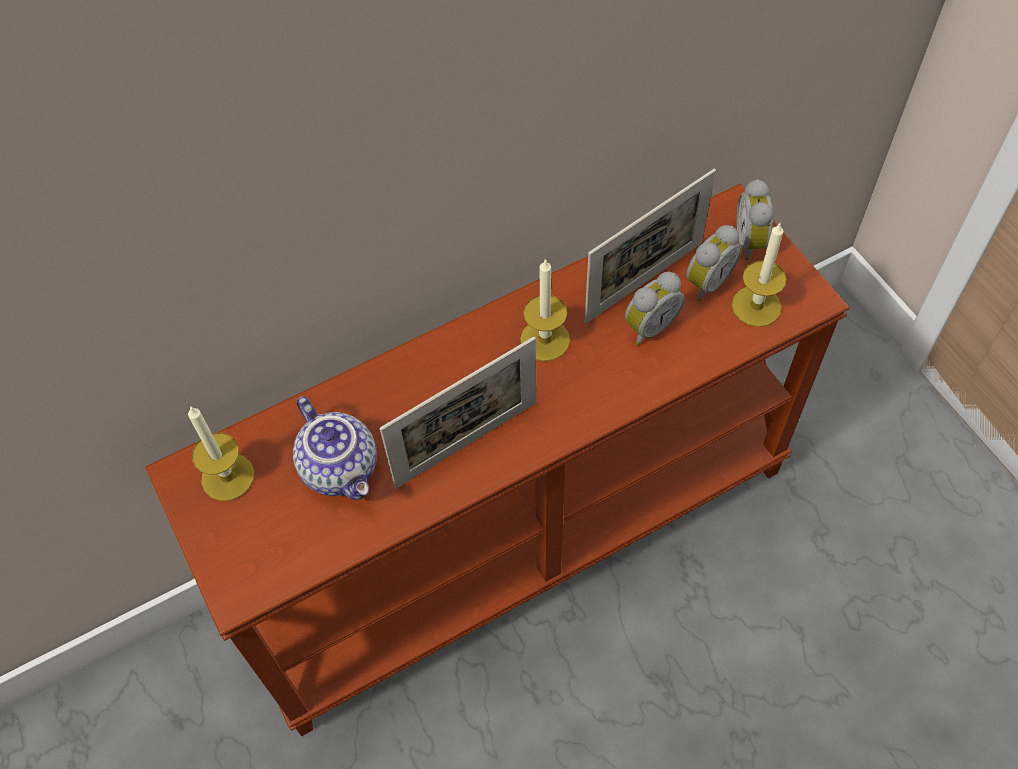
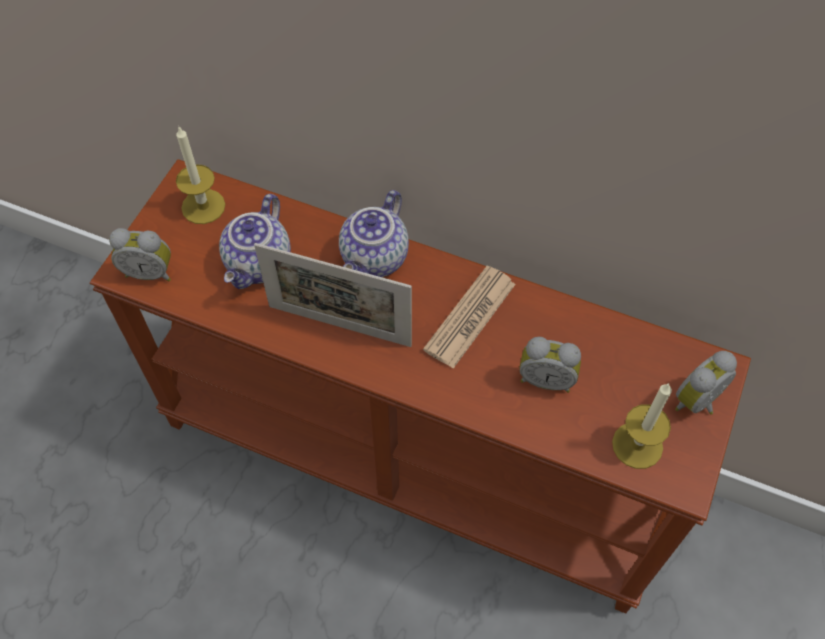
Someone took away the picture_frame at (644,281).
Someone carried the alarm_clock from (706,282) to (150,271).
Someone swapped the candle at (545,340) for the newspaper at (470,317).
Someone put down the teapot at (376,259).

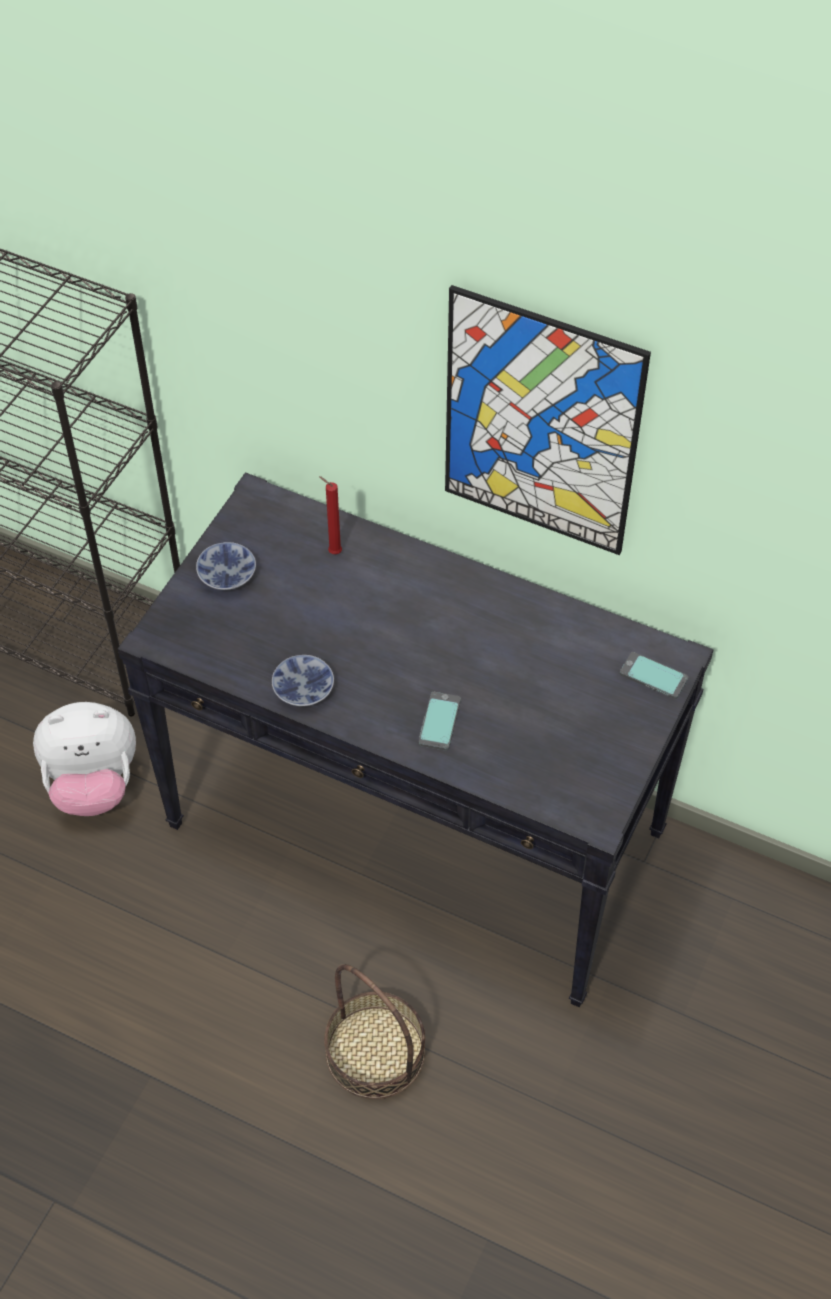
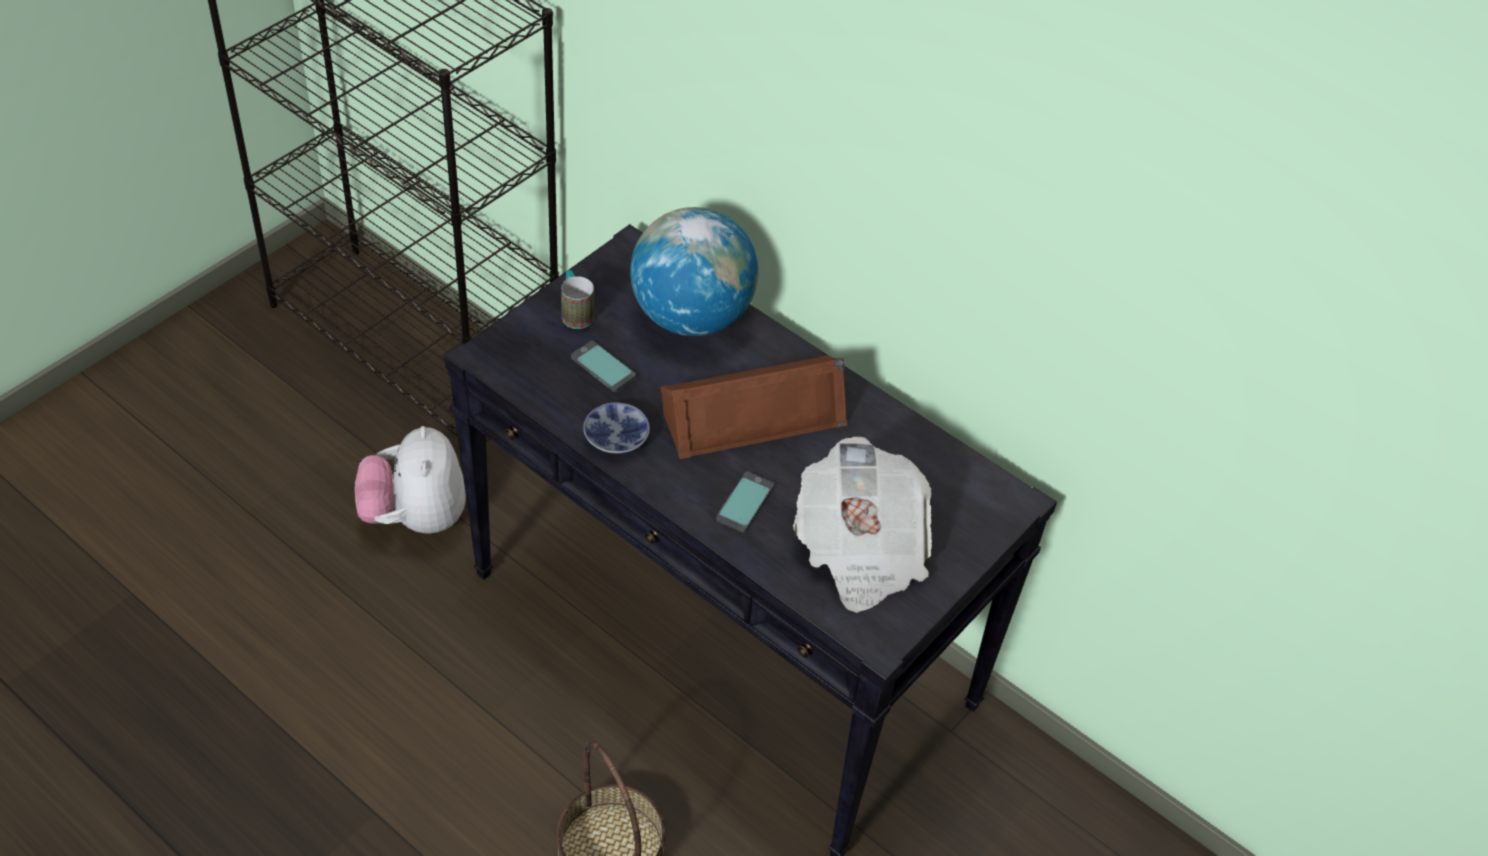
Someone took away the picture at (540,425).
Someone swapped the red_candle at (333,552) for the globe at (691,317).
Someone swapped the bowl at (224,574) for the mug at (575,312).
Someone carried the phone from (653,676) to (603,367).
Someone rotated the plush_toy at (93,785) by 75 degrees clockwise.
Someone put down the brown_speaker at (752,413).
Someone put down the newspaper at (860,550).

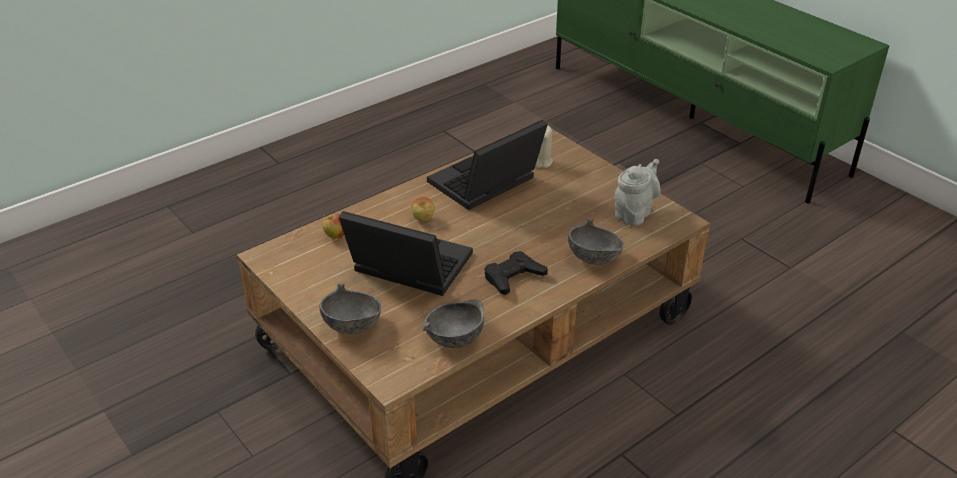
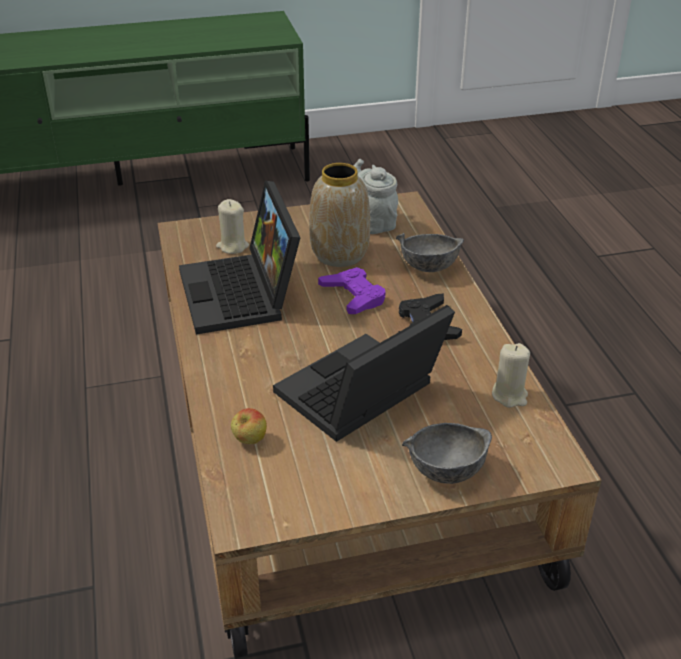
Someone took away the apple at (423,220).
Someone swapped the grey_bowl at (454,339) for the beige_candle at (509,395).
Someone put down the vase at (338,254).
Someone put down the purple_game_controller at (353,296).

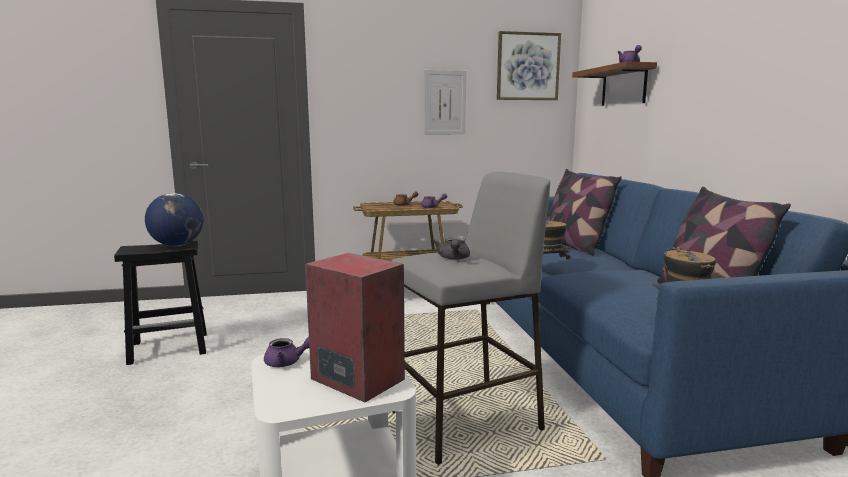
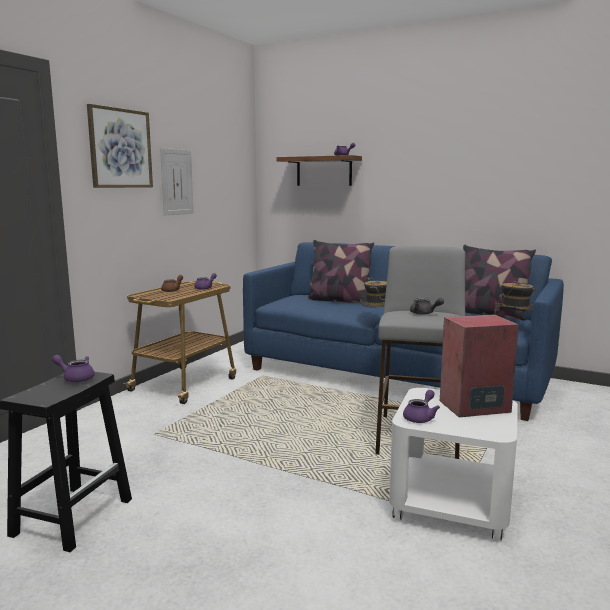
Someone carried the picture from (528,66) to (120,148).
Someone swapped the globe at (177,245) for the purple_teapot at (76,378).

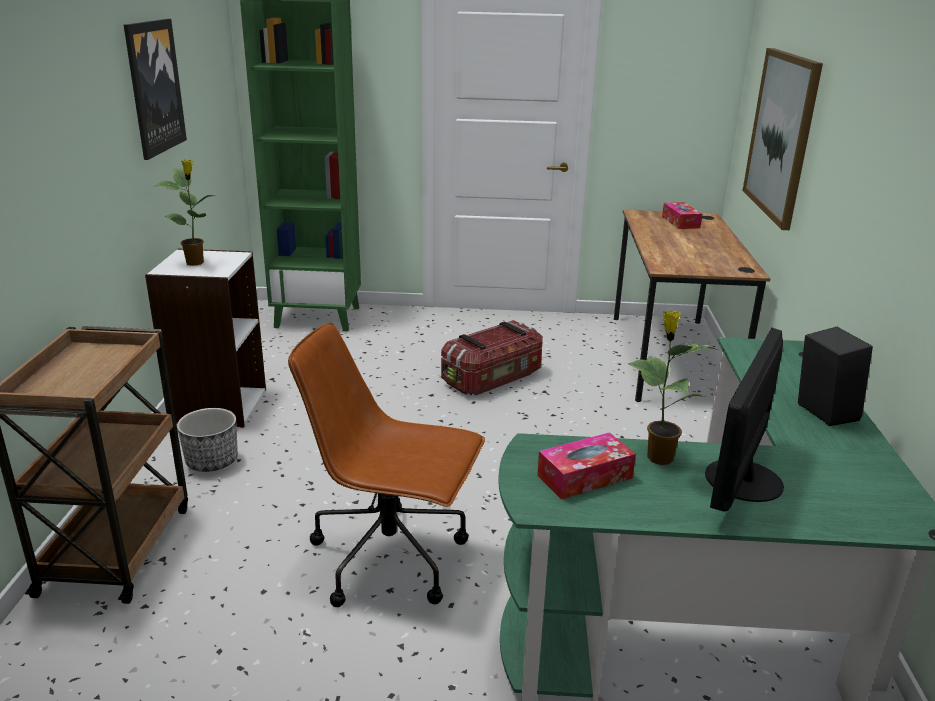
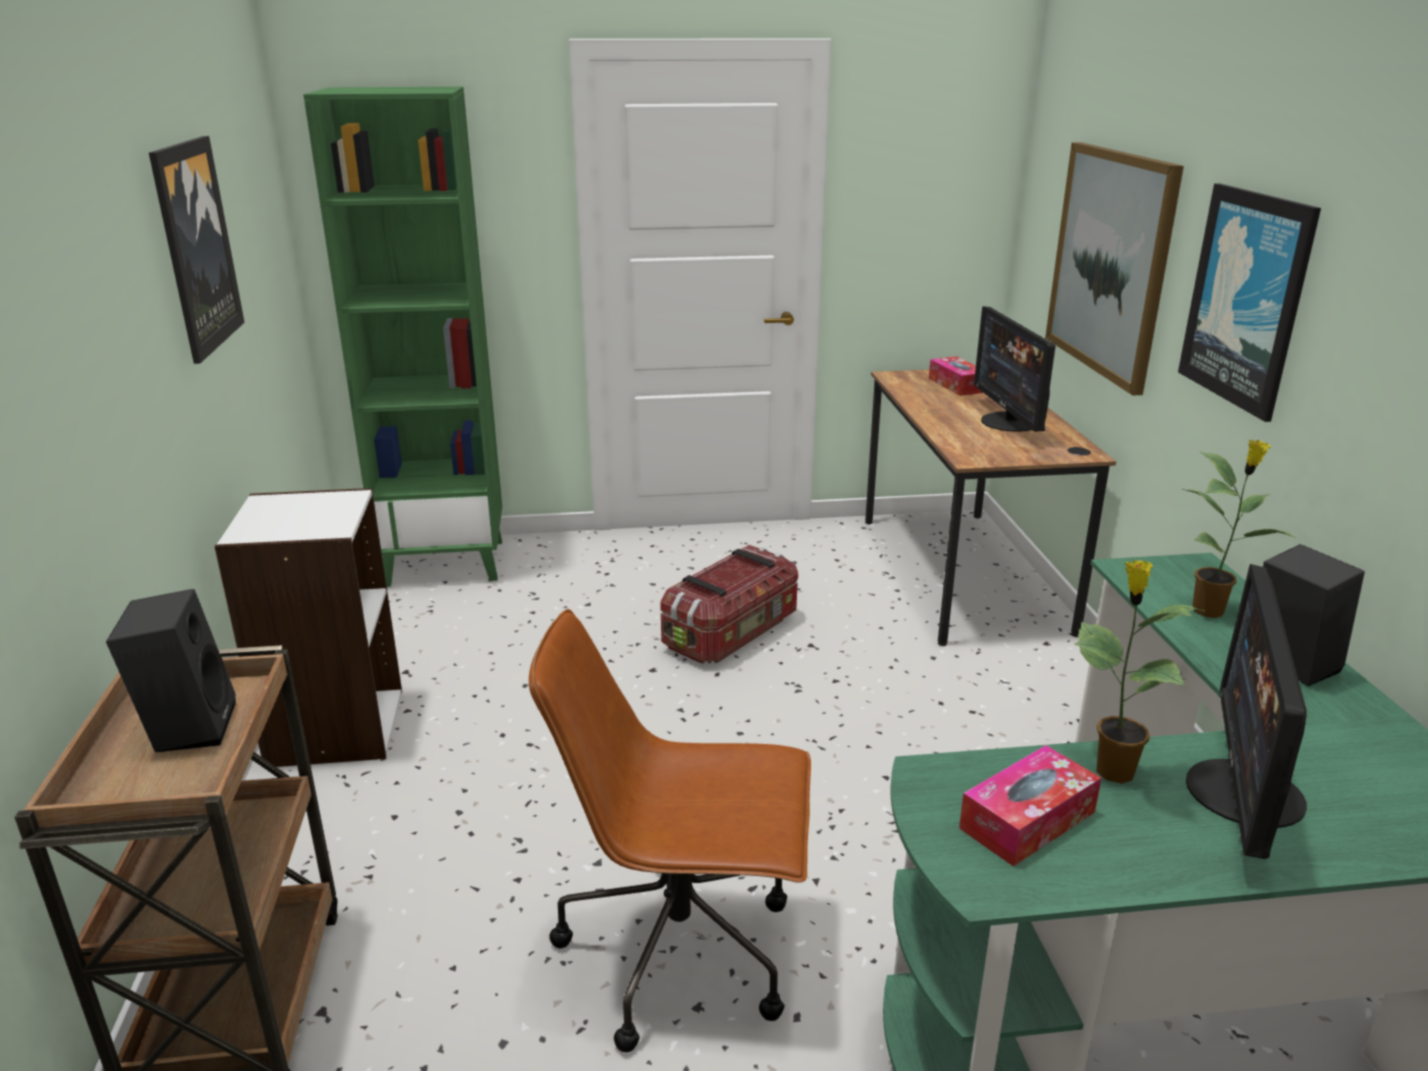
Someone carried the potted_plant from (196,263) to (1210,610).
Someone took away the planter at (212,461).
Someone put up the picture at (1247,298).
Someone put down the monitor at (1009,422).
Someone put down the black_speaker at (187,727).

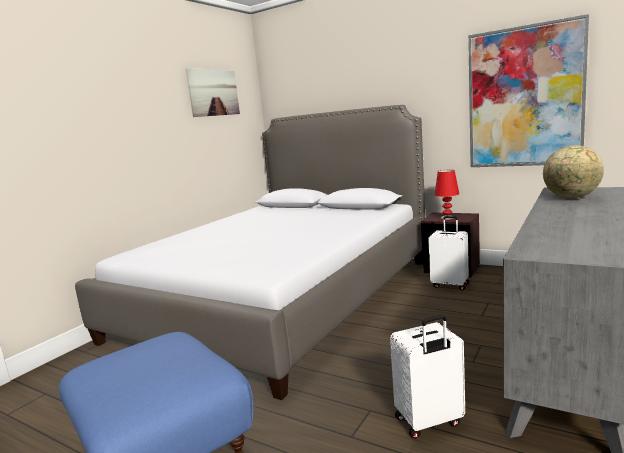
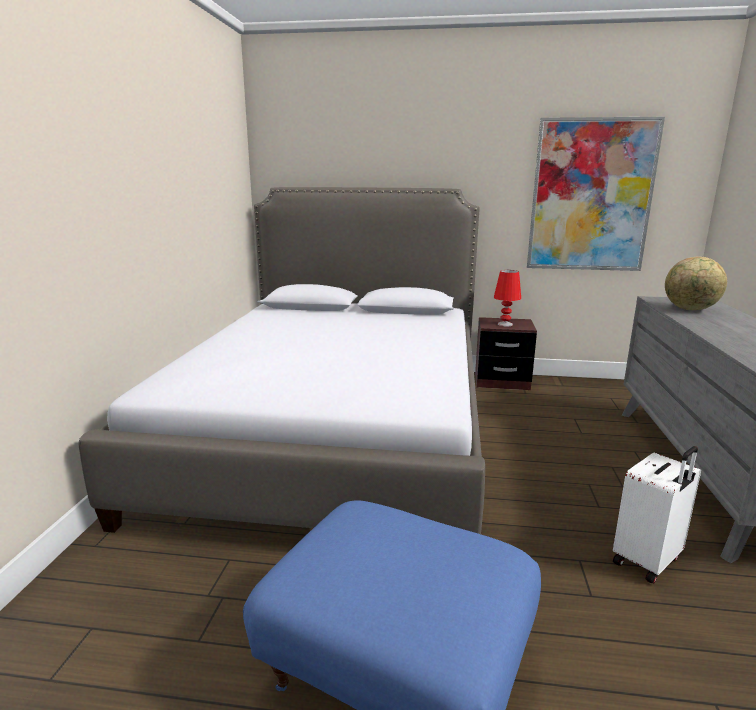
Someone took away the picture at (213,92).
Someone took away the white_suitcase at (450,285).

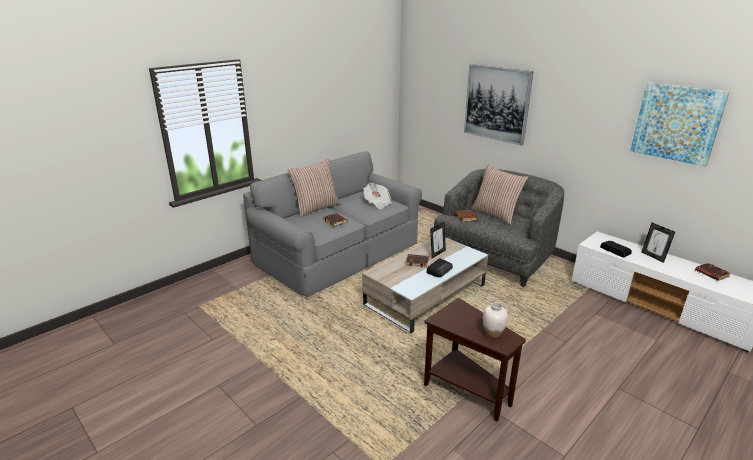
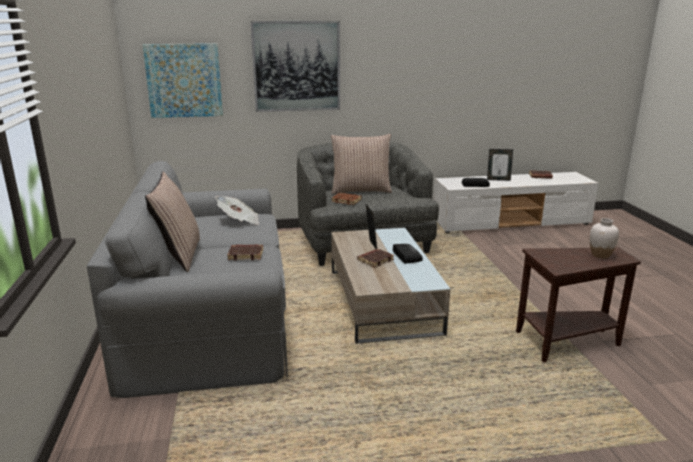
Someone carried the picture from (676,123) to (184,80).

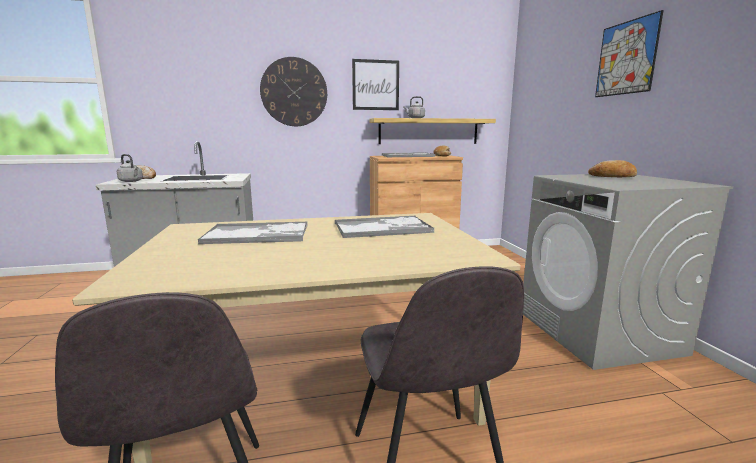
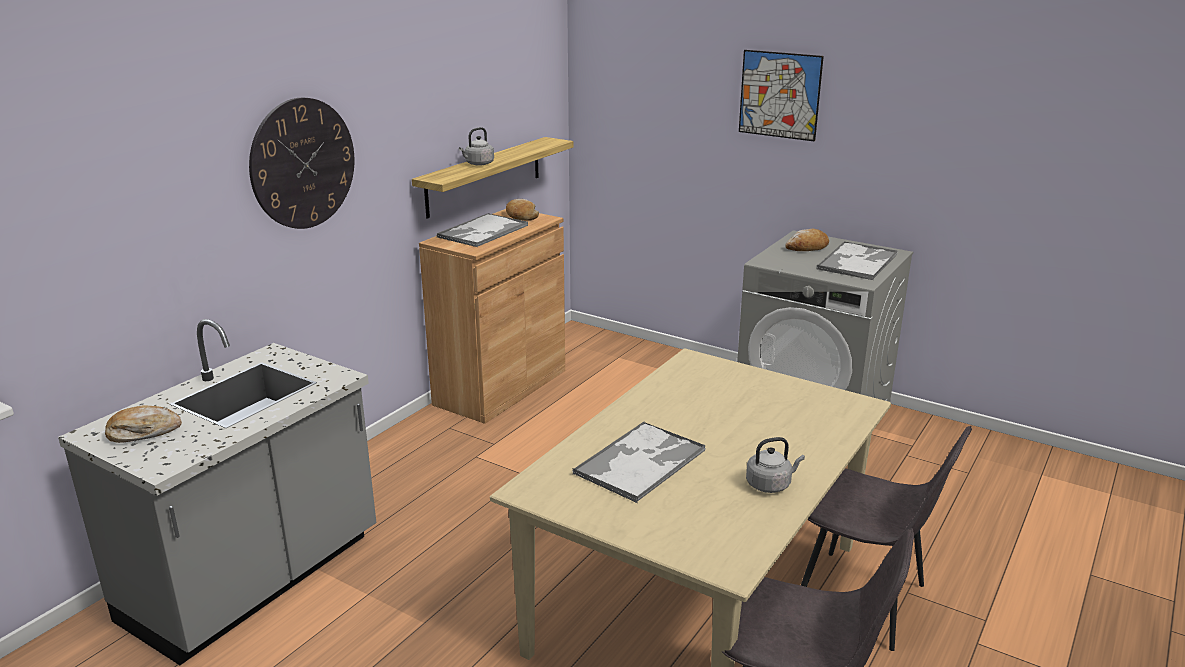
Someone took away the picture at (375,85).
Someone carried the grey_kettle from (131,181) to (770,484).
Someone carried the tray from (383,228) to (857,261).

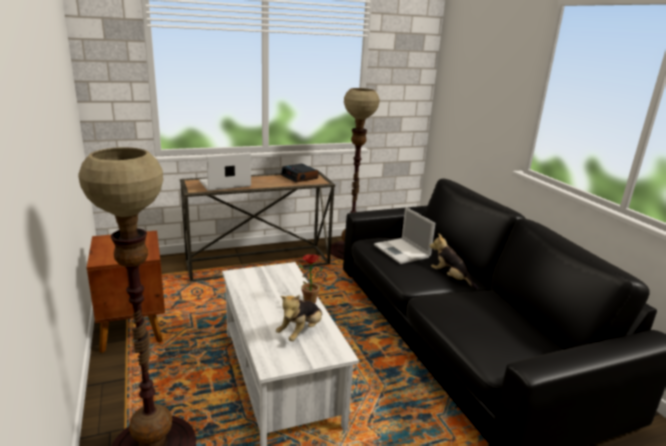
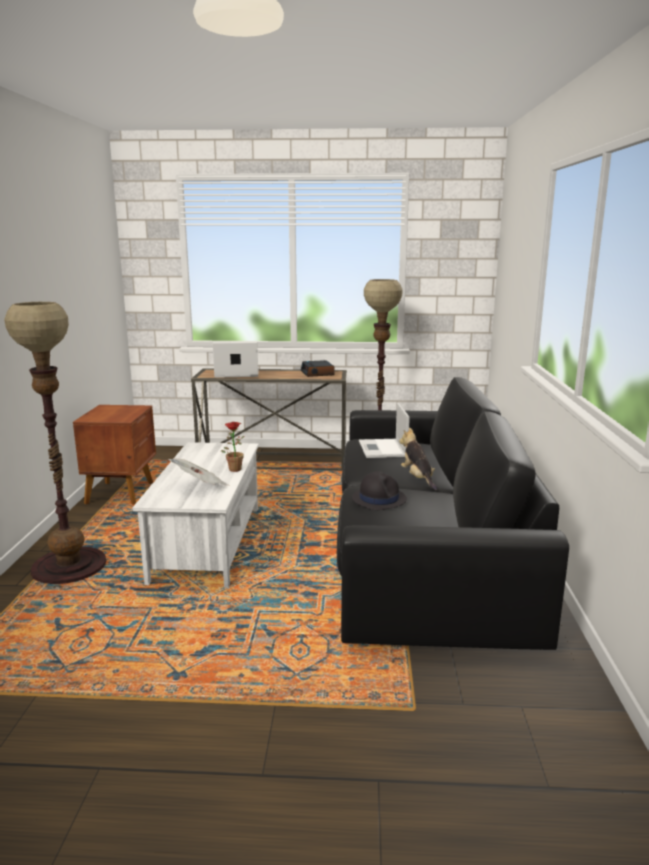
Someone swapped the plush_toy at (301,332) for the newspaper at (200,486).
Someone put down the black_hat at (379,499).

